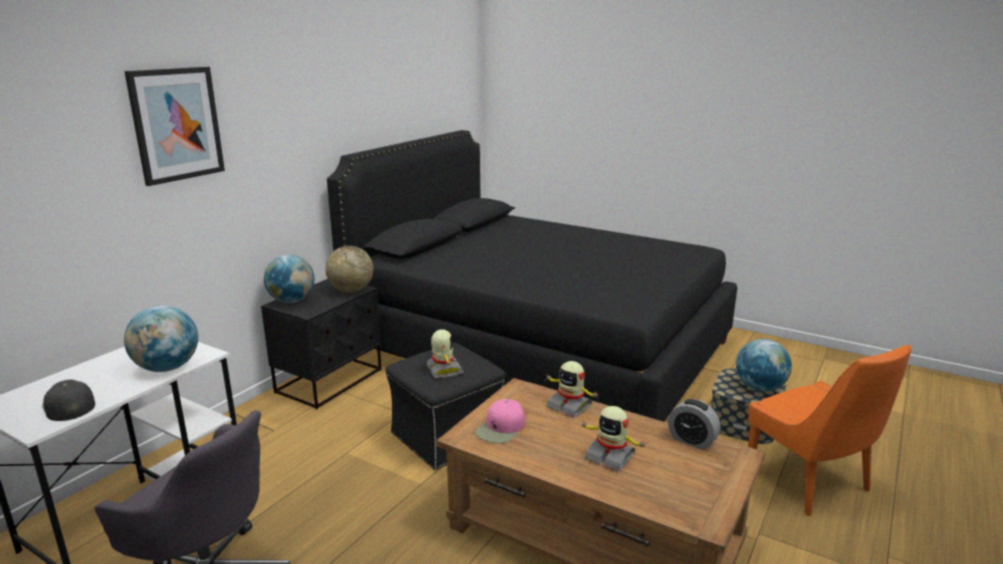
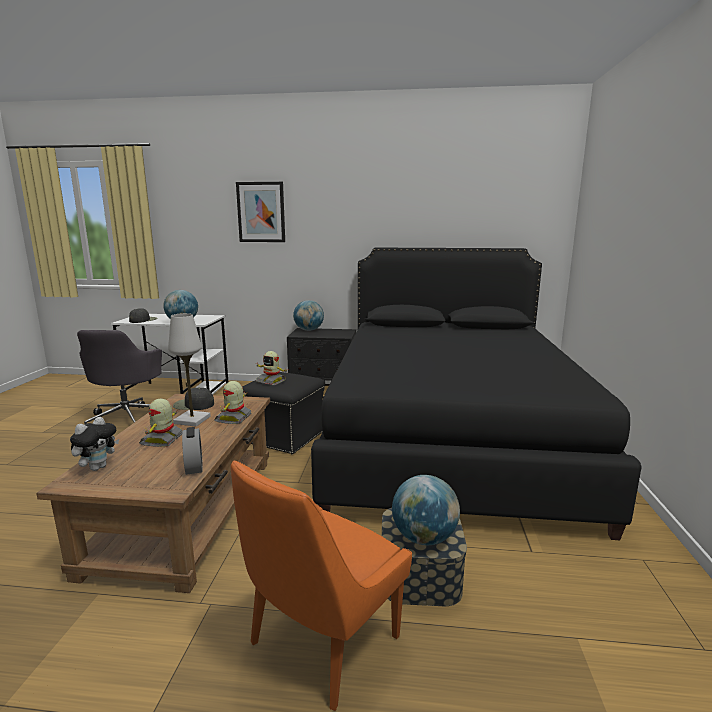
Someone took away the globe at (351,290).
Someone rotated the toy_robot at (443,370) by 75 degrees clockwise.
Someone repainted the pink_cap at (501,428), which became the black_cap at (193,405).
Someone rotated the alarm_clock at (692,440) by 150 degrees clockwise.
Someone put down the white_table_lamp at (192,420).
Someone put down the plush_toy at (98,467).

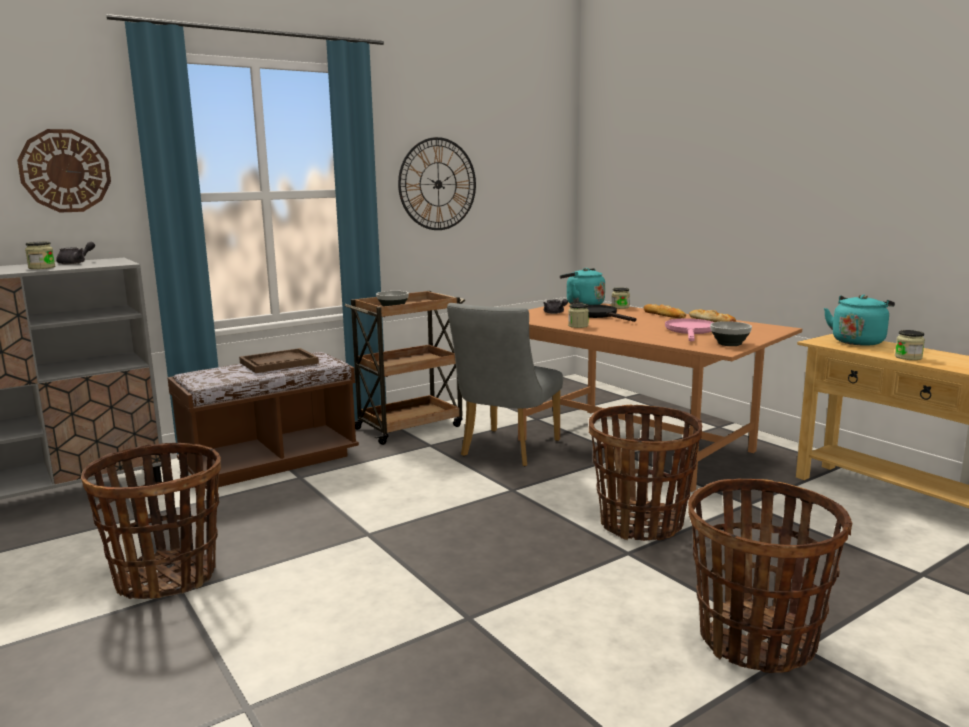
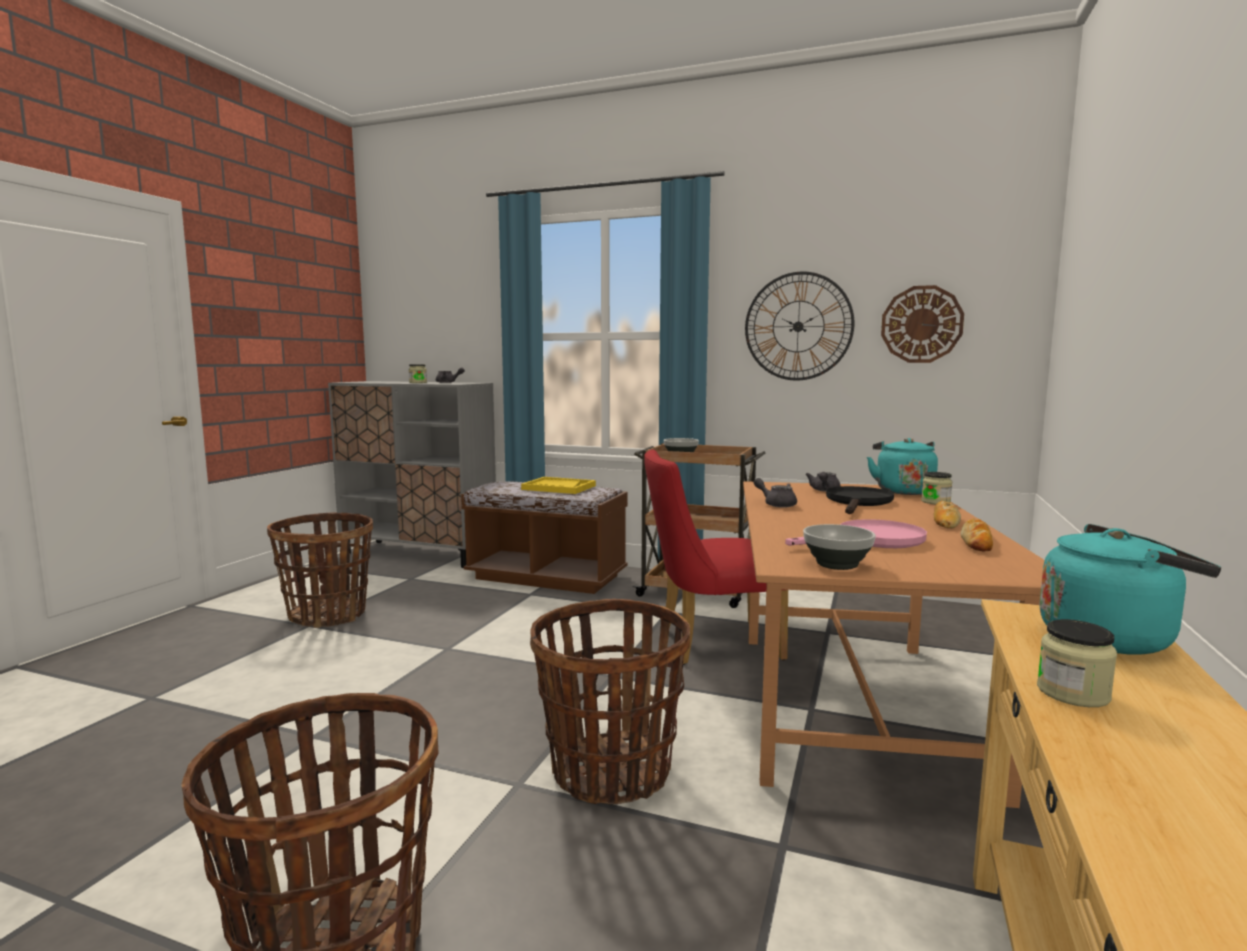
Someone carried the wall_clock from (65,171) to (921,324).
Someone repainted the grey_chair at (506,450), which became the red_chair at (710,644).
Someone swapped the jar at (578,326) for the grey_teapot at (776,504).
Someone repainted the brown_tray at (279,363), which became the yellow_tray at (558,487).

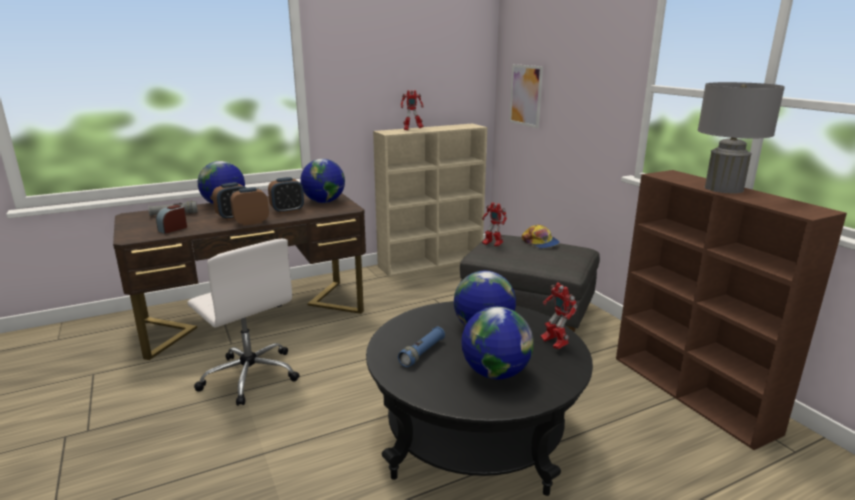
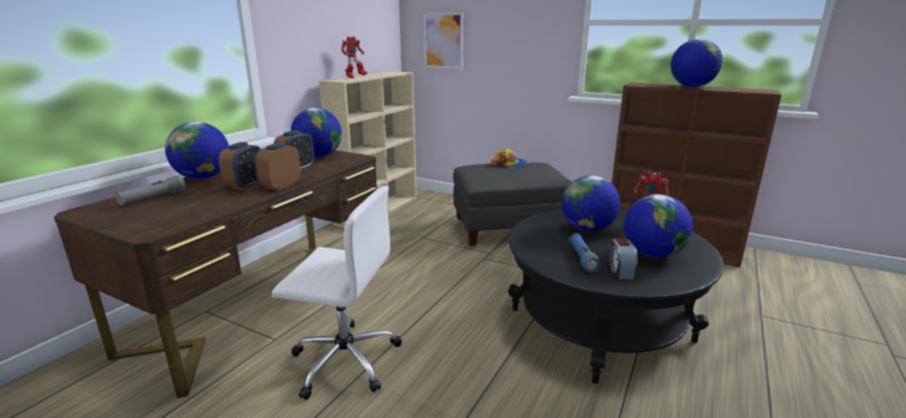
Someone swapped the grey_table_lamp at (723,188) for the globe at (691,87).
Someone took away the toy_robot at (492,245).
Someone carried the alarm_clock from (173,229) to (620,271).

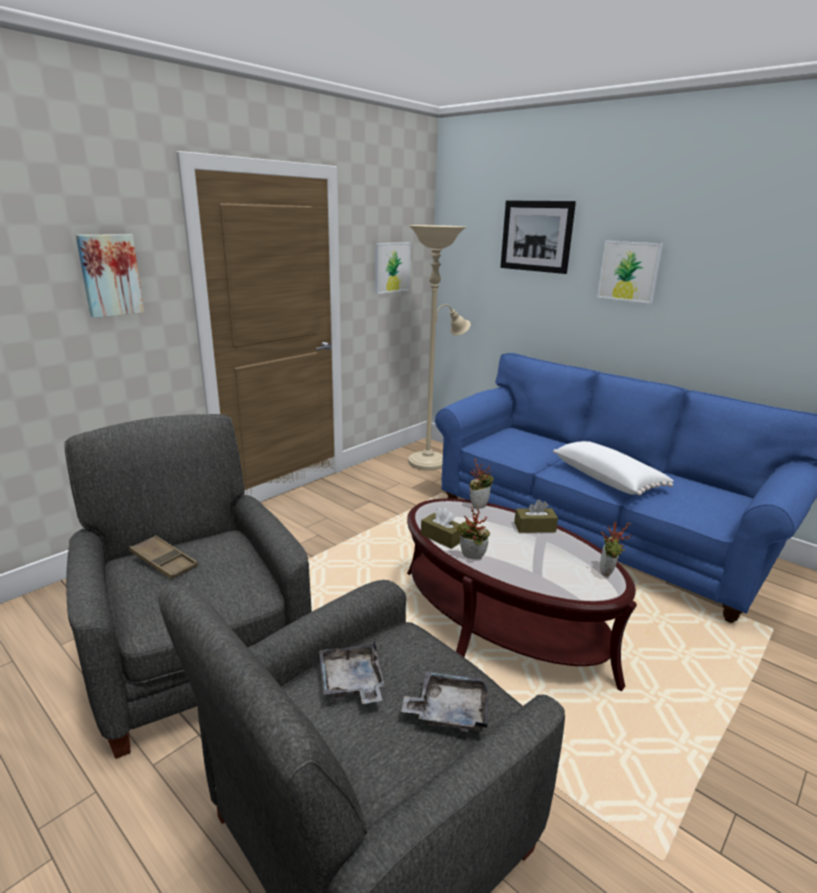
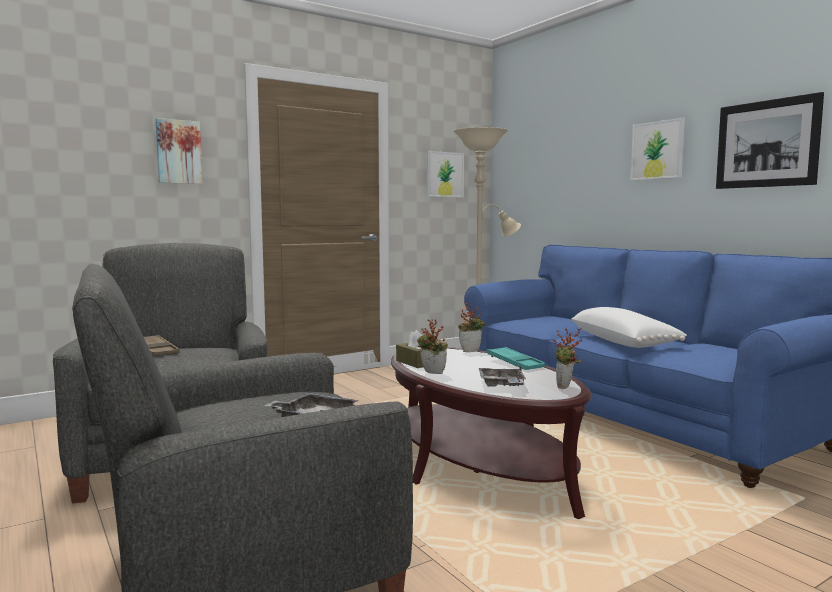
Someone carried the picture from (536,236) to (766,144).
Someone swapped the brown_tissue_box at (534,527) for the turquoise_tray at (515,363).
Someone carried the grey_tray from (352,682) to (502,385).

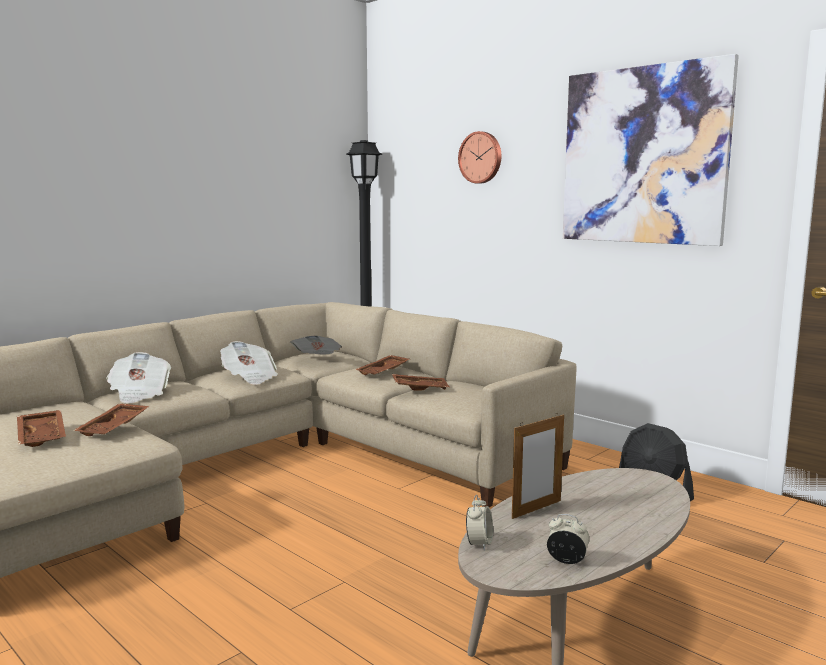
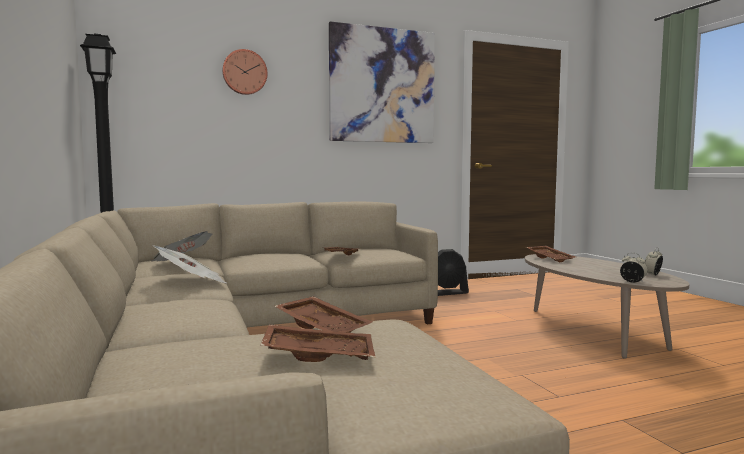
Someone took away the newspaper at (139,394).
Someone carried the brown_tray from (383,372) to (551,259).
Someone took away the picture_frame at (536,509).

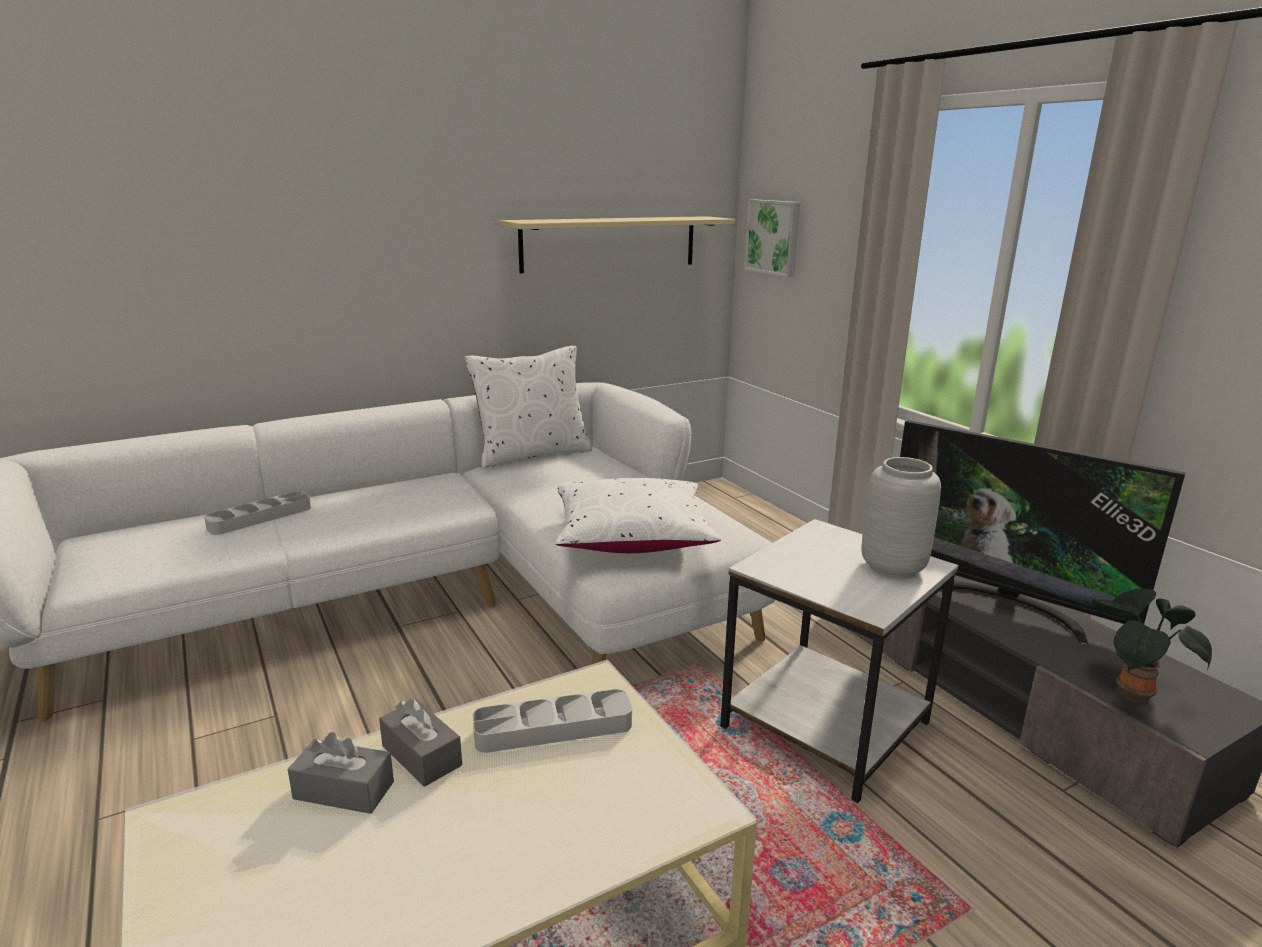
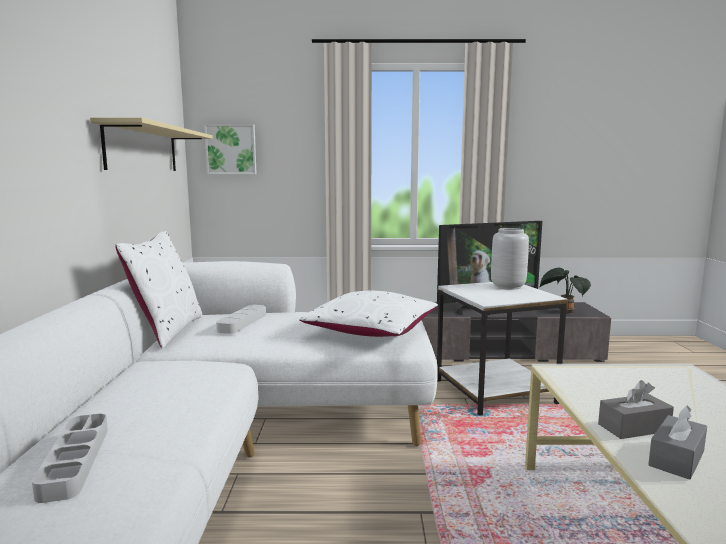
Someone carried the grey_tray from (553,728) to (242,322).

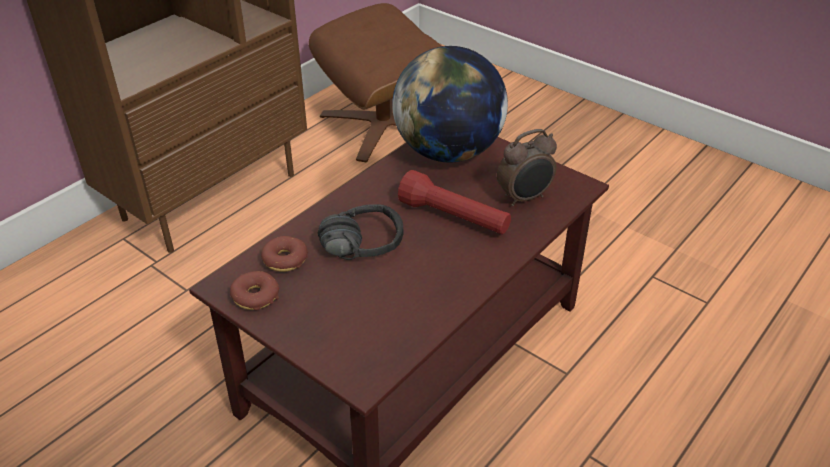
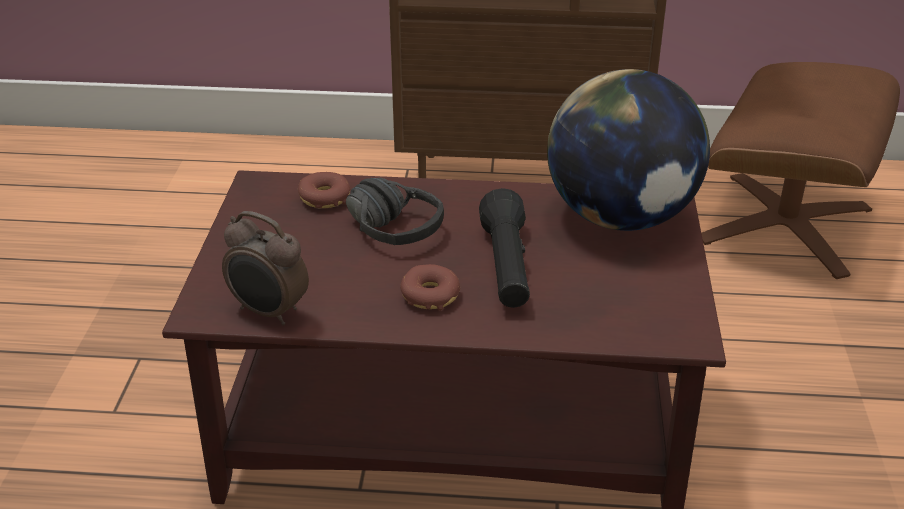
Someone carried the alarm_clock from (524,198) to (269,312).
Someone repainted the red_flashlight at (454,218), which became the black_flashlight at (506,268).
Someone carried the donut from (255,296) to (430,295).

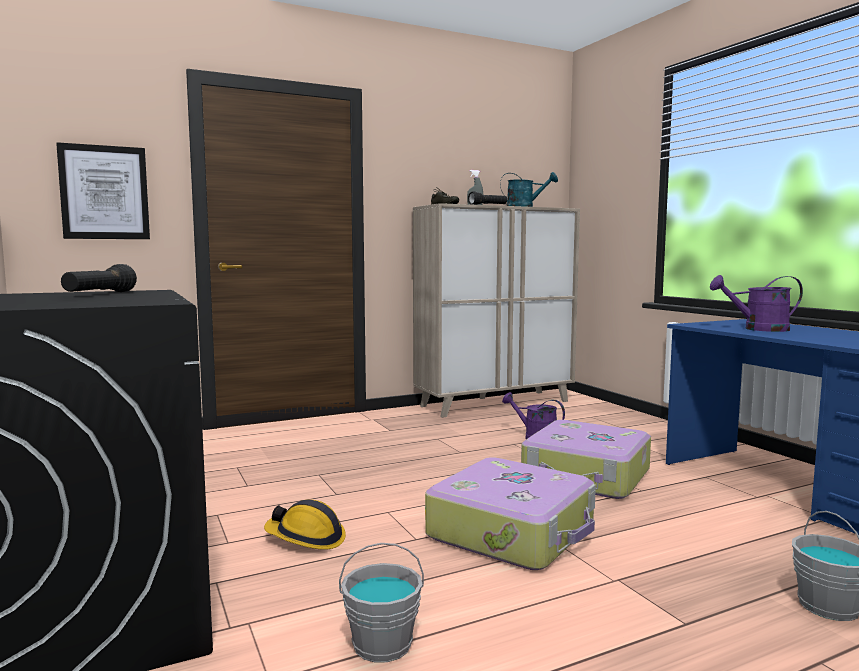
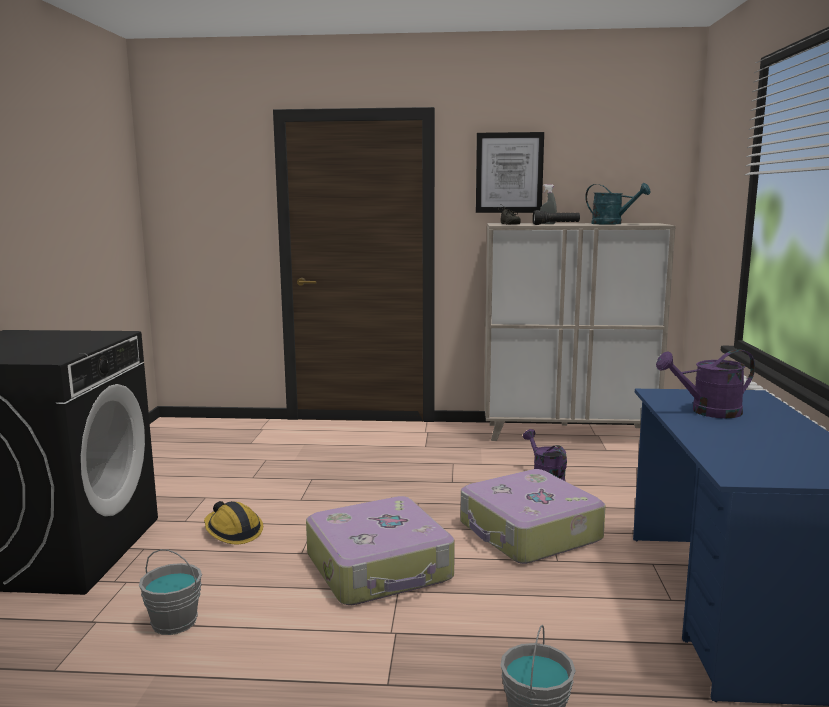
Someone carried the picture from (104,192) to (509,173).
Someone took away the black_flashlight at (100,294).
Someone rotated the purple_watering_can at (758,329) by 45 degrees counterclockwise.

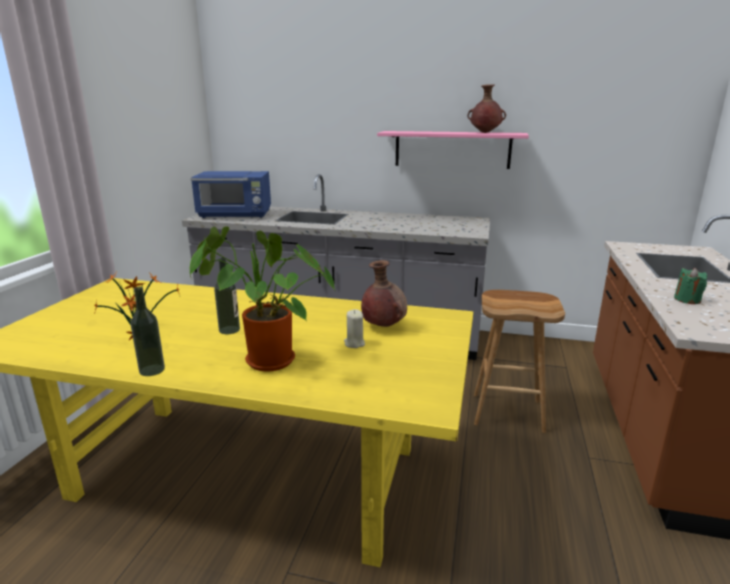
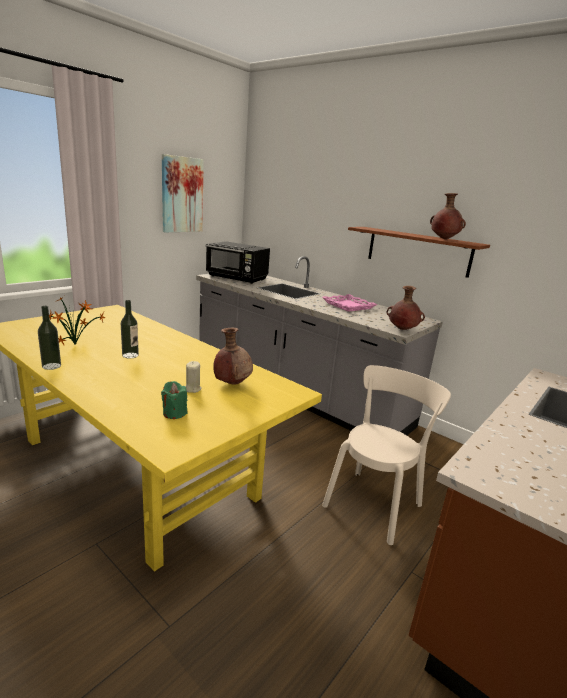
Someone repainted the pink_shelf at (452,149), which became the brown_shelf at (418,251).
Someone repainted the blue_microwave at (236,215), which became the black_microwave at (237,278).
Someone took away the potted_plant at (264,362).
Someone carried the green_candle from (687,300) to (174,413).
Someone swapped the brown_stool at (508,412) for the beige_chair at (374,502).
Someone put up the picture at (182,195).
Someone put down the brown_vase at (402,330).
Someone put down the pink_tray at (348,306).

